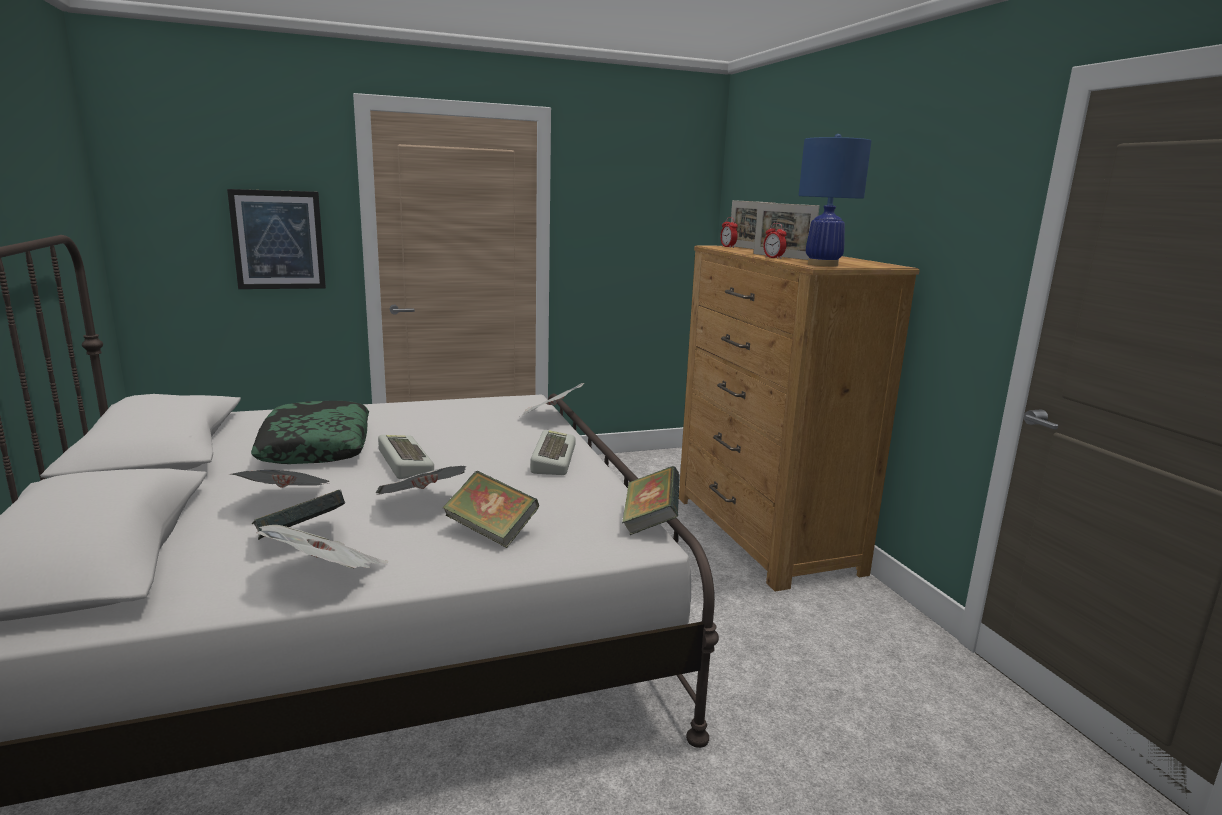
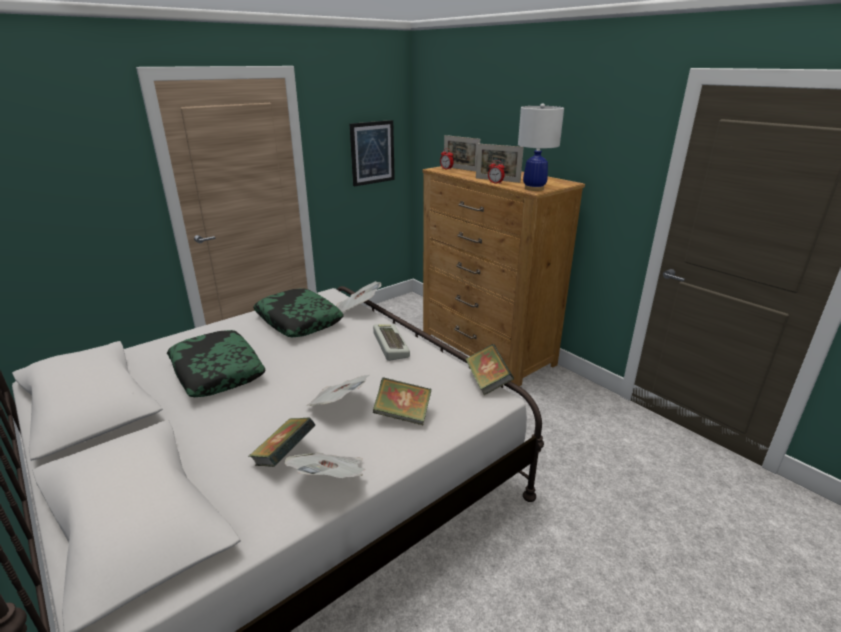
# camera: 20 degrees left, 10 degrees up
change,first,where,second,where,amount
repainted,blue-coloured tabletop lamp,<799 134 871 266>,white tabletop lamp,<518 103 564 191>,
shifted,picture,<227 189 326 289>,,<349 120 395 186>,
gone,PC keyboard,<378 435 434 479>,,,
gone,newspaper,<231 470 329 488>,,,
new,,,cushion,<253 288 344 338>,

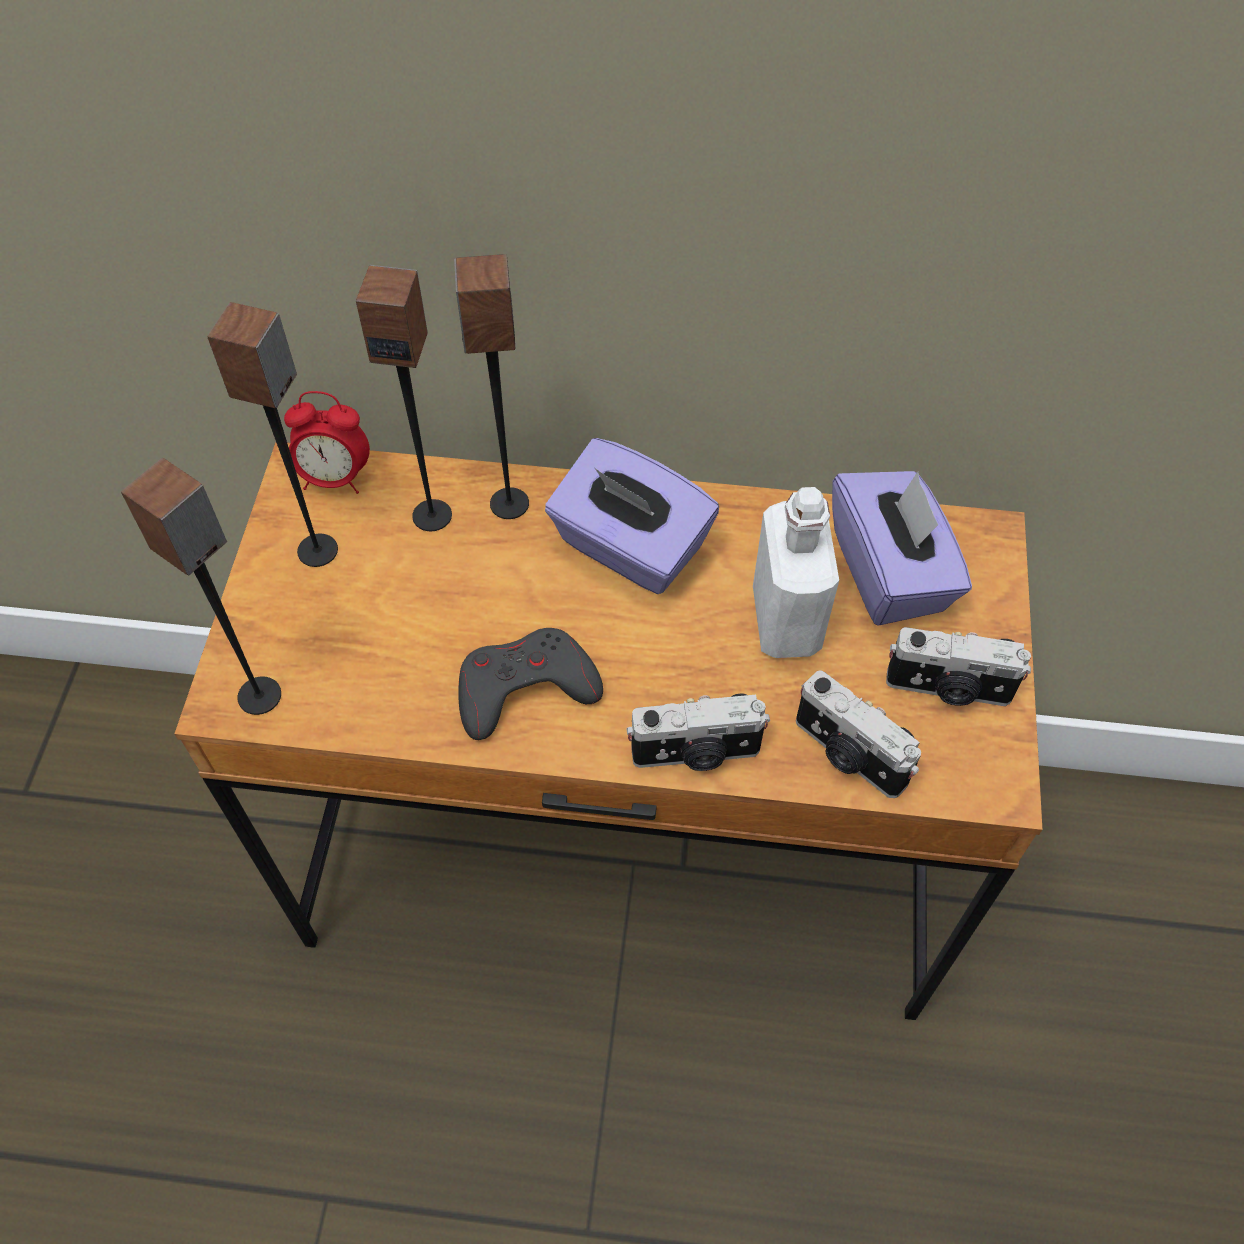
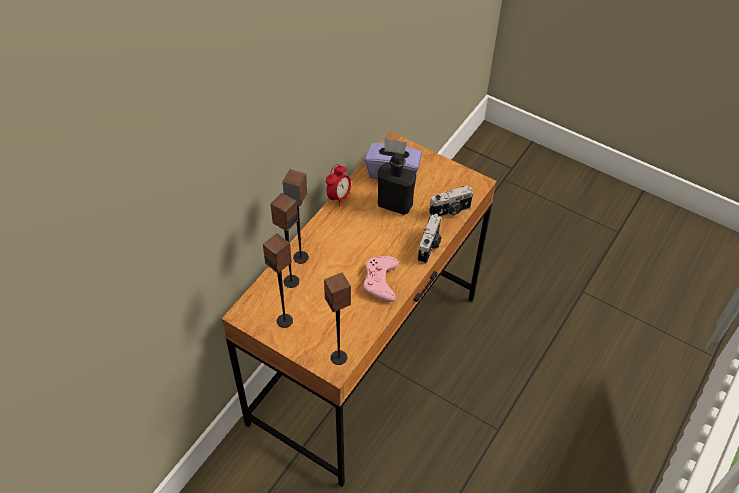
# camera: 65 degrees left, 5 degrees down
change,first,where,second,where,amount
shifted,bedside clock,<284 391 370 494>,,<326 164 351 206>,
gone,purple-coloured tissue holder,<545 438 719 594>,,,
repainted,white bottle,<753 487 839 658>,blackish bottle,<378 153 416 215>,
gone,still camera,<886 627 1031 706>,,,
repainted,greyish joypad,<458 628 603 740>,pink-coloured joypad,<363 256 399 302>,

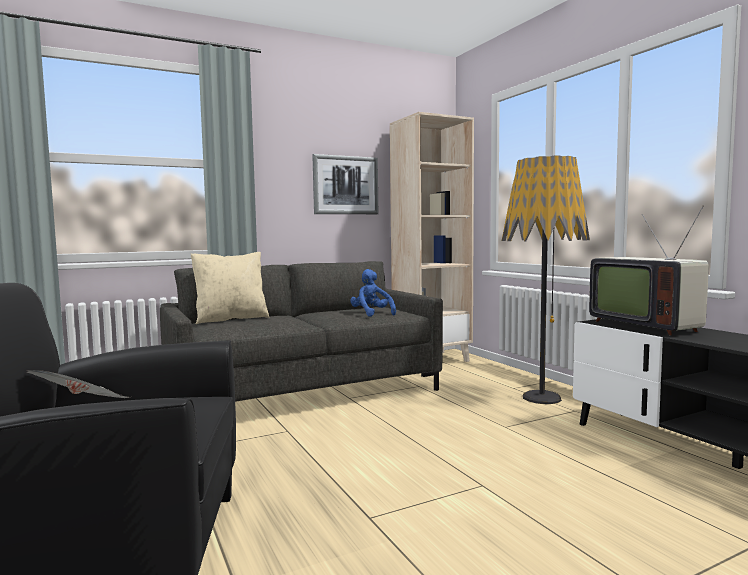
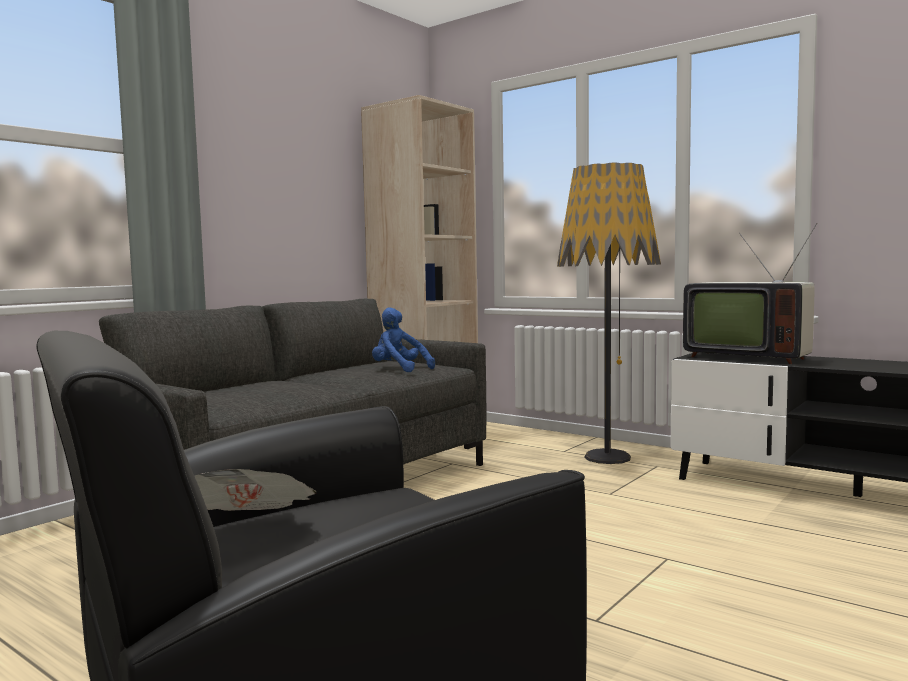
# camera: 25 degrees left, 0 degrees up
change,first,where,second,where,amount
gone,picture,<312 154 378 214>,,,
gone,beige cushion,<191 252 270 324>,,,

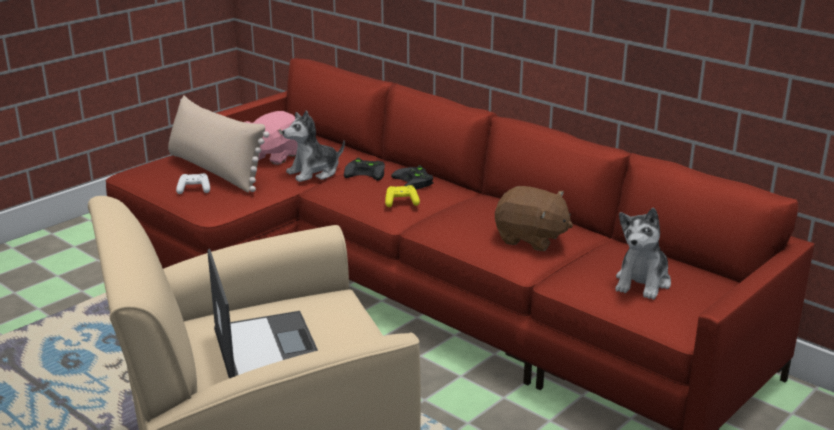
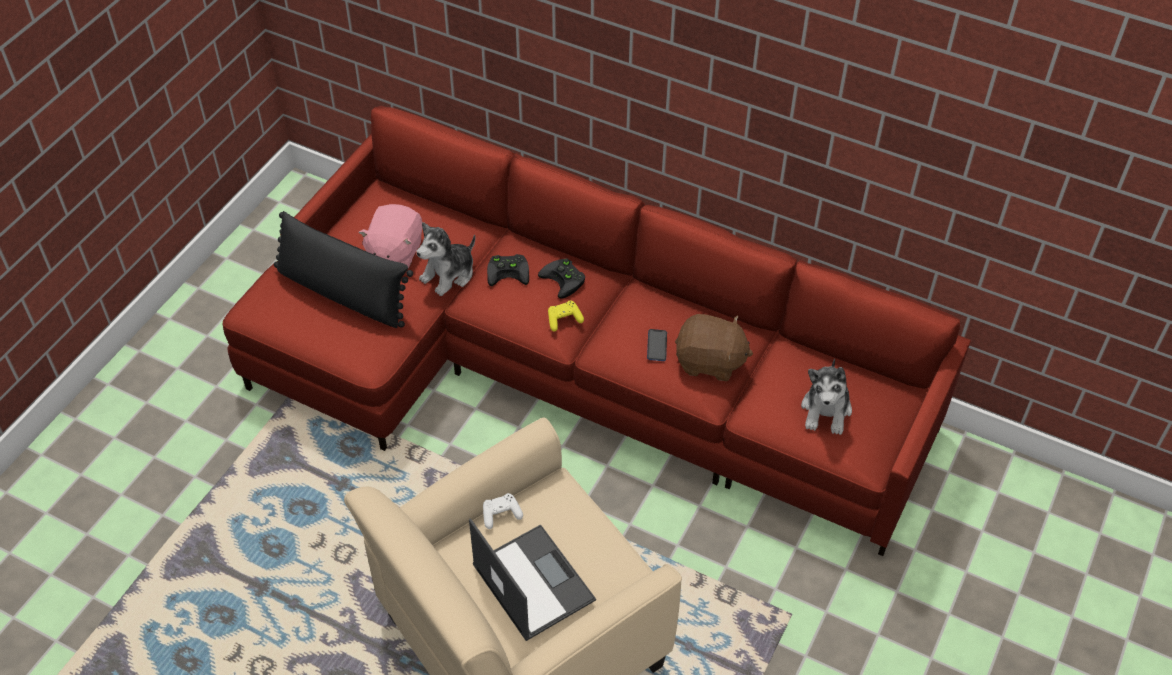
# camera: 15 degrees left, 25 degrees up
change,first,where,second,where,amount
repainted,beige cushion,<168 95 269 193>,blackish cushion,<274 211 413 328>,
shifted,white joypad,<176 173 210 194>,,<483 493 523 529>,
new,,,handset,<647 329 667 361>,

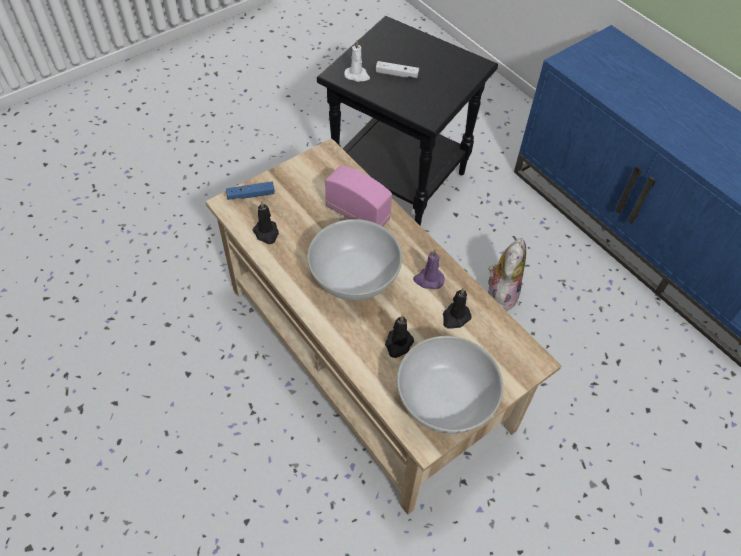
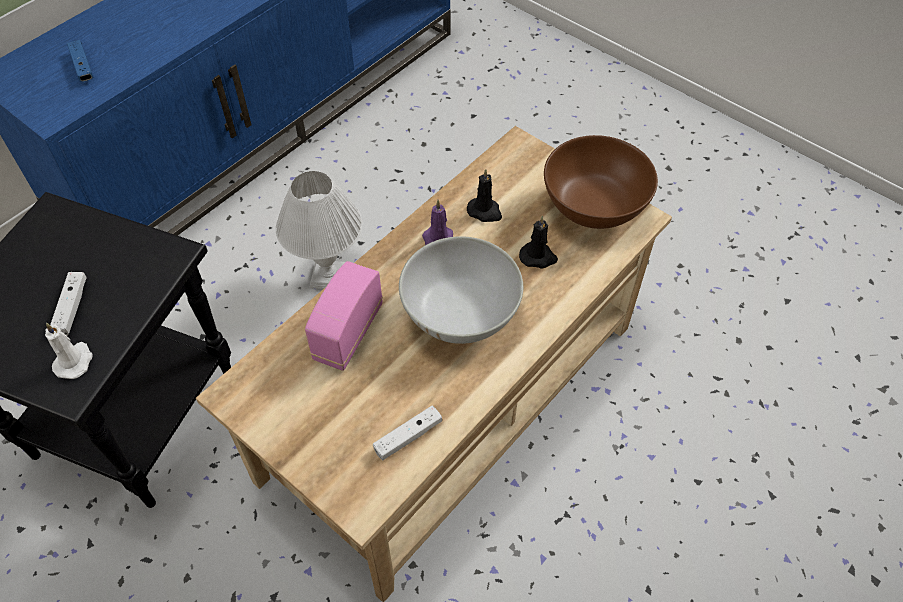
# camera: 100 degrees left, 0 degrees up
change,first,where,second,where,amount
shifted,blue-coloured joypad,<226 181 274 200>,,<67 40 93 82>,
swapped,blackish wax candle,<253 201 279 244>,white joypad,<373 405 442 460>,
swapped,plush toy,<488 238 526 311>,white tabletop lamp,<276 171 362 289>,
repainted,white bowl,<397 336 503 434>,brown-coloured bowl,<544 135 658 229>,

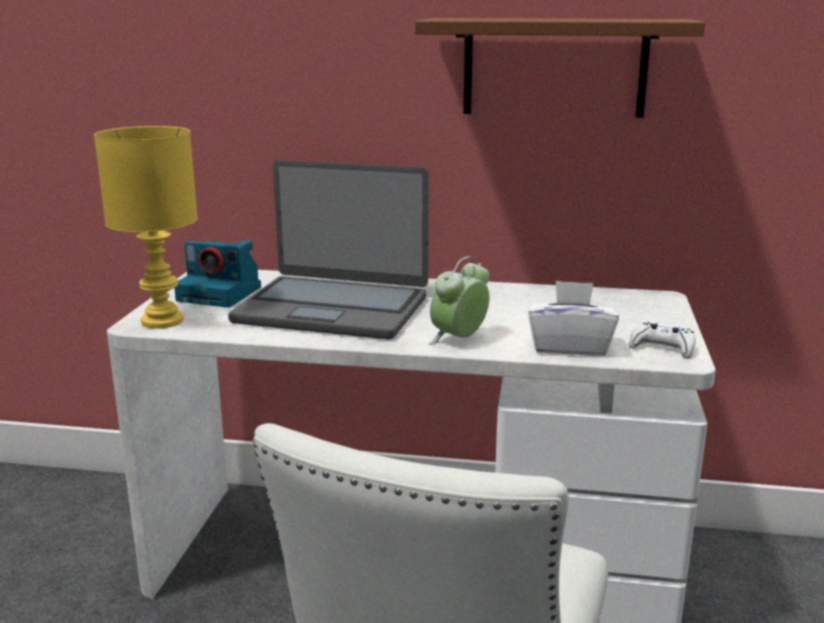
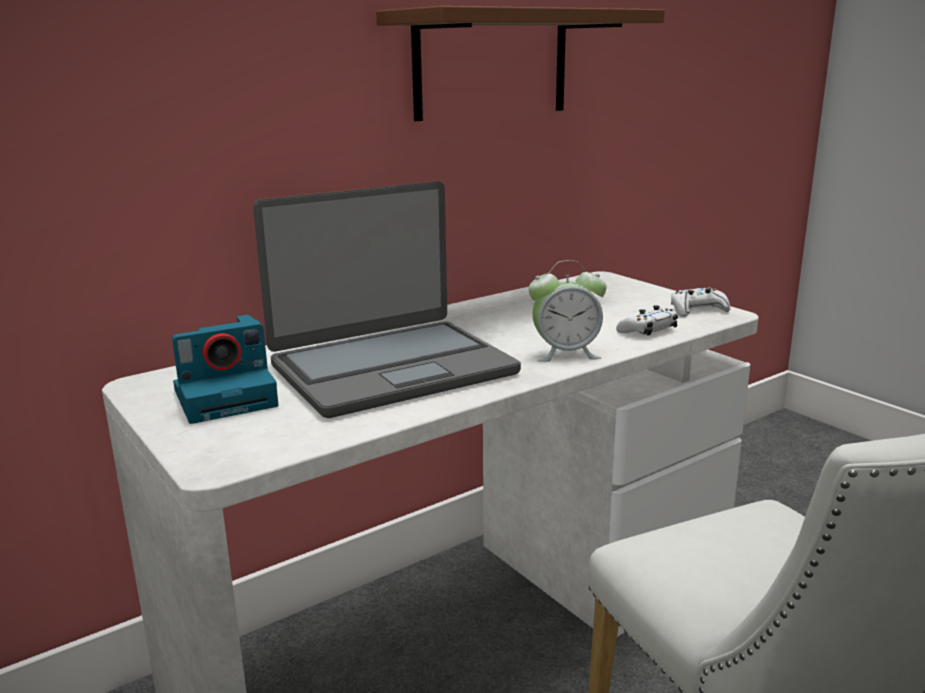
# camera: 45 degrees left, 0 degrees up
change,first,where,second,where,amount
gone,yellow tabletop lamp,<94 126 198 329>,,,
rotated,bedside clock,<429 256 489 345>,,<529 260 607 362>,90 degrees counterclockwise
swapped,white tissue holder,<528 280 619 356>,white joypad,<616 305 678 336>,

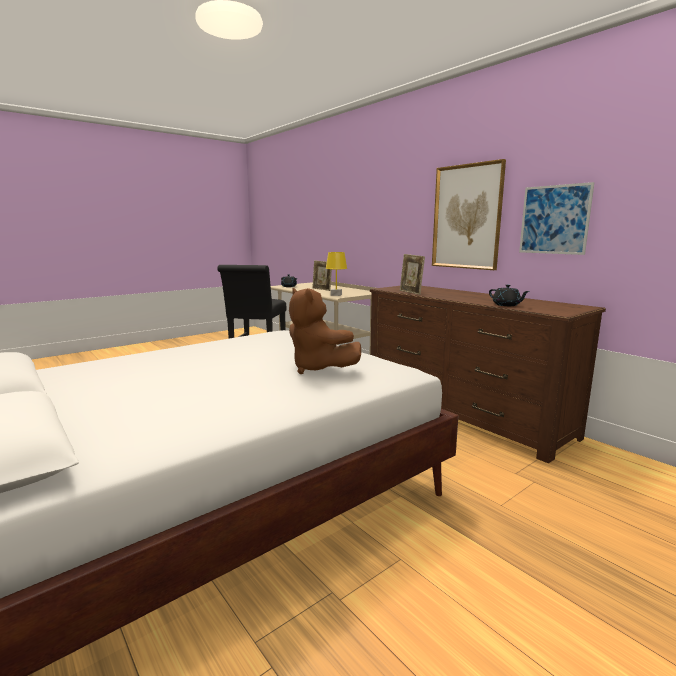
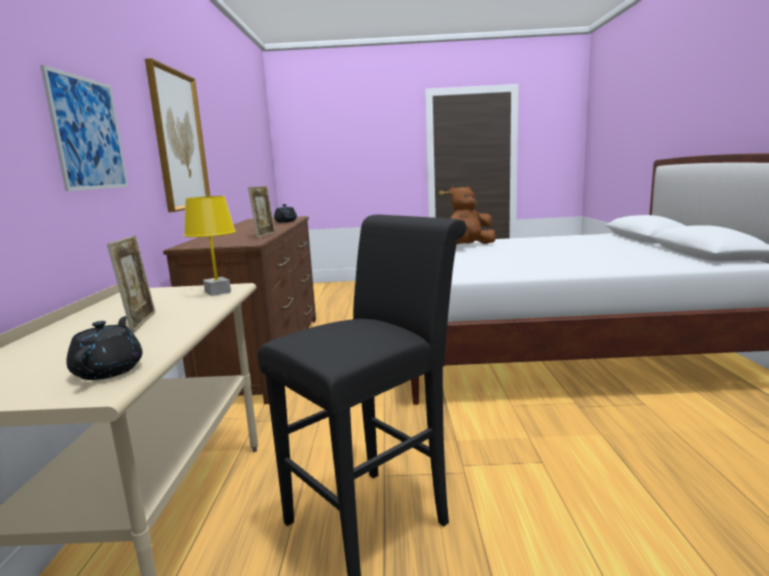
# camera: 140 degrees left, 0 degrees up
change,first,where,second,where,amount
shifted,picture,<519 182 595 255>,,<40 65 128 191>,
rotated,brown-coloured plush toy,<289 288 361 374>,,<449 187 496 244>,120 degrees counterclockwise

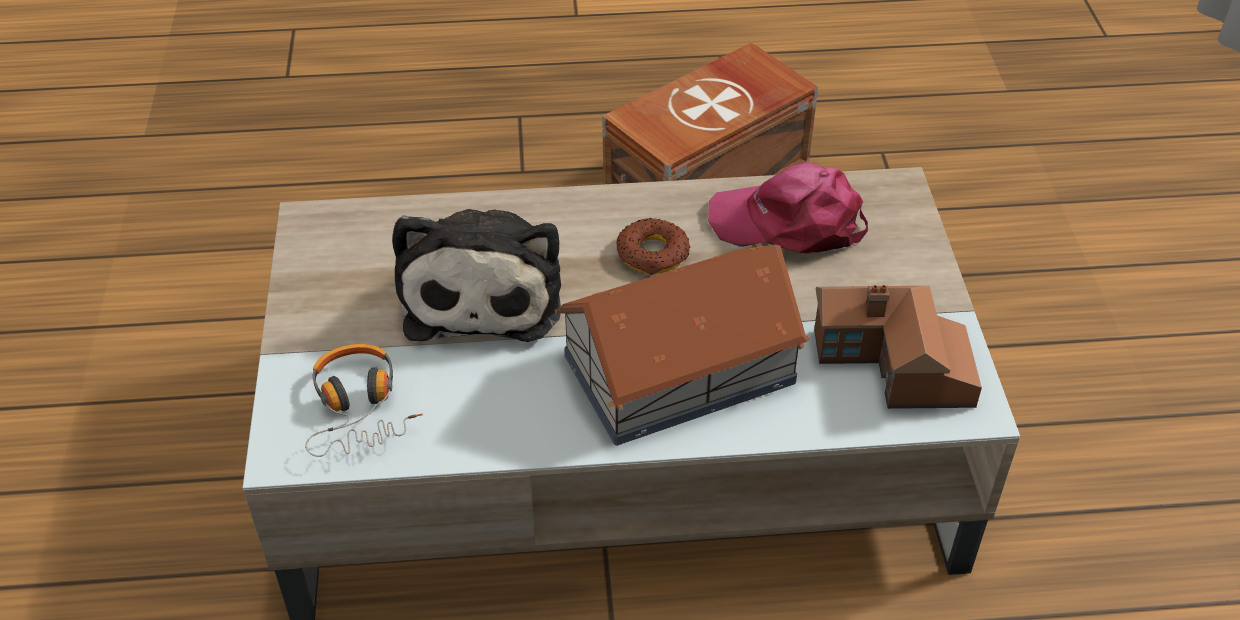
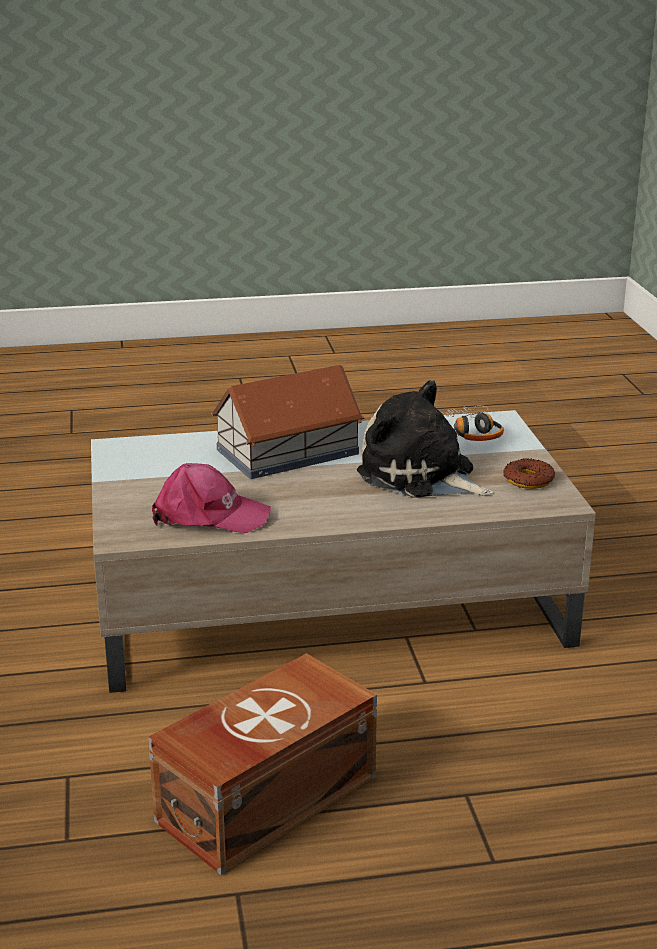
# camera: 175 degrees right, 20 degrees down
change,first,where,second,where,amount
rotated,plush toy,<392 209 561 342>,,<357 380 493 498>,45 degrees counterclockwise
shifted,donut,<616 218 690 275>,,<503 458 555 489>,
gone,toy house,<814 285 982 409>,,,

